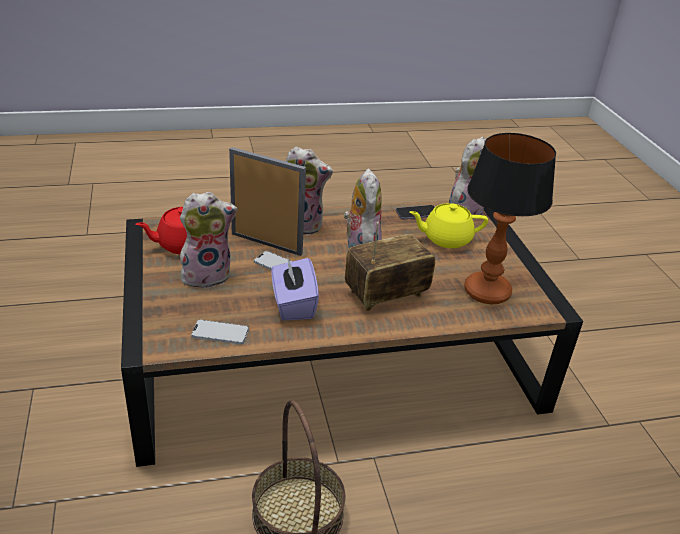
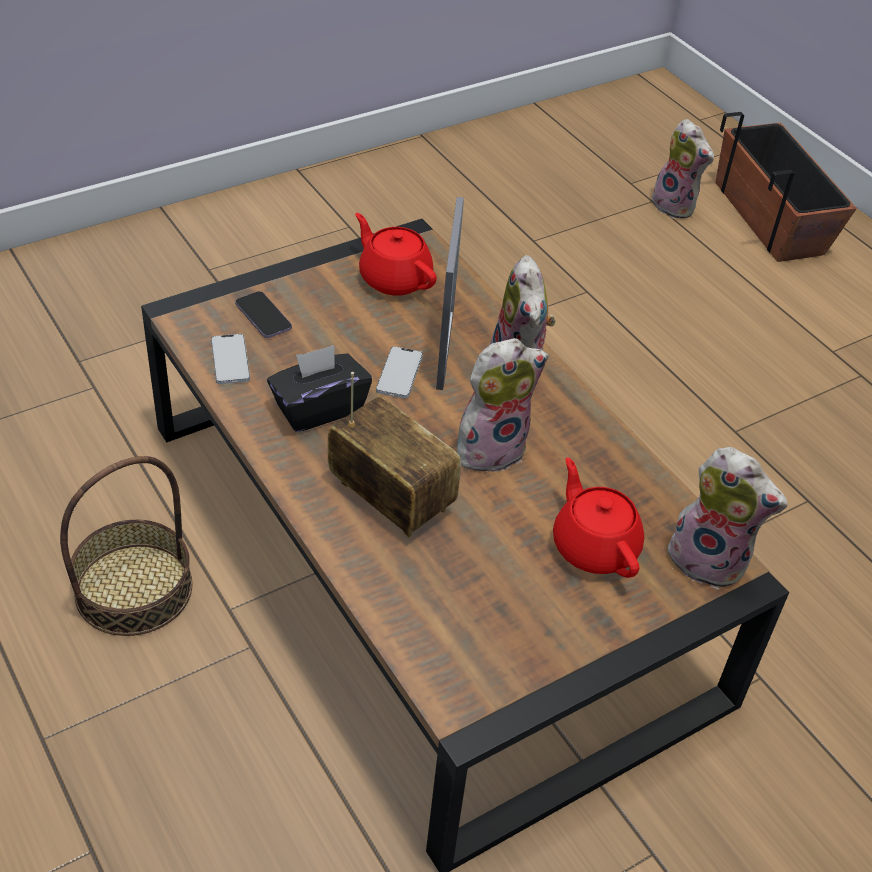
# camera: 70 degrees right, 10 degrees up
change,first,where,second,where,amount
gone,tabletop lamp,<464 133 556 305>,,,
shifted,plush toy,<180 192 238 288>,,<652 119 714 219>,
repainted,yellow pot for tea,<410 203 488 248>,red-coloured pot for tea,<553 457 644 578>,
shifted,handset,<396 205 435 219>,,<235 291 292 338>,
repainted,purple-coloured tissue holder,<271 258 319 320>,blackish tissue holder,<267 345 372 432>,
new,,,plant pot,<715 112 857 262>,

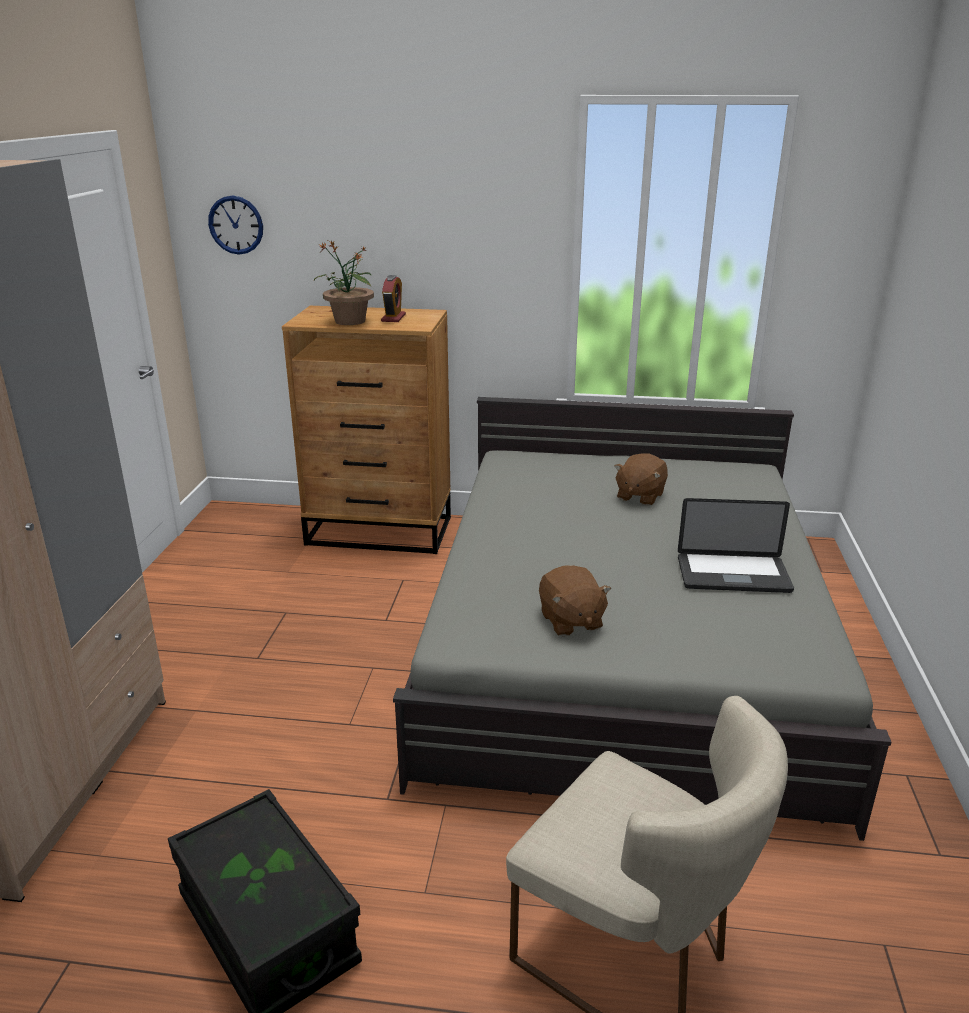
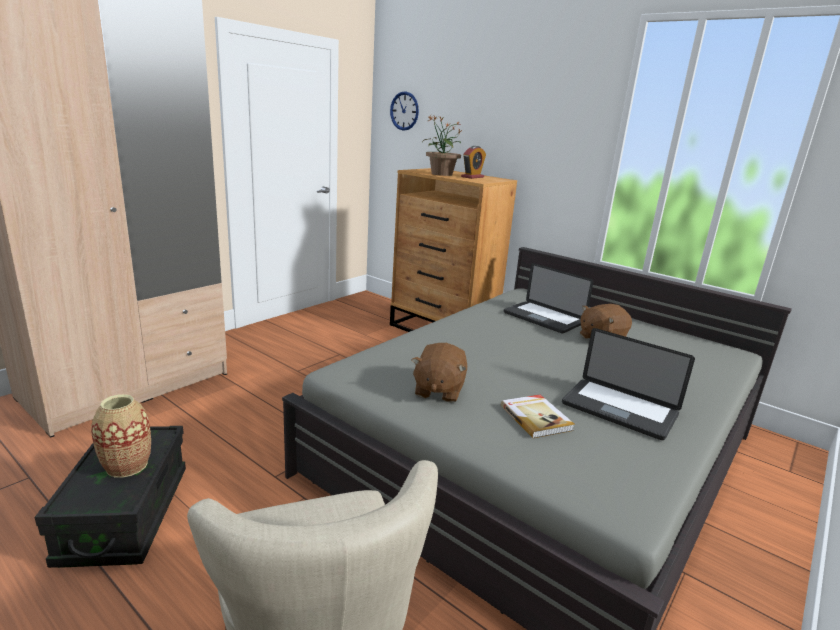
# camera: 30 degrees right, 5 degrees down
change,first,where,second,where,amount
new,,,portable computer,<504 263 594 334>,
new,,,decorative vase,<91 394 151 478>,
new,,,bound book,<501 395 575 438>,

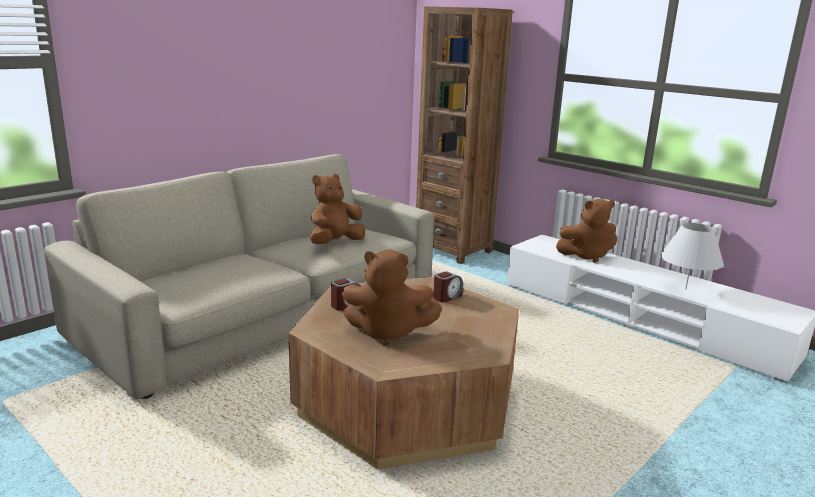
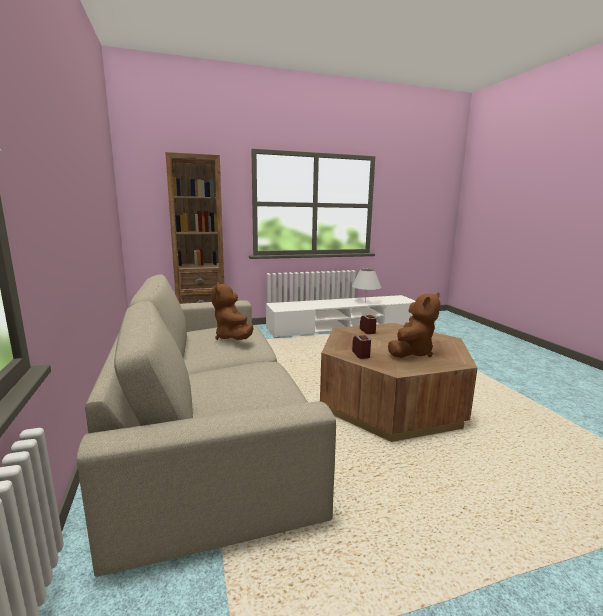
# camera: 60 degrees left, 5 degrees down
change,first,where,second,where,amount
gone,brown-coloured plush toy,<556 199 617 263>,,,

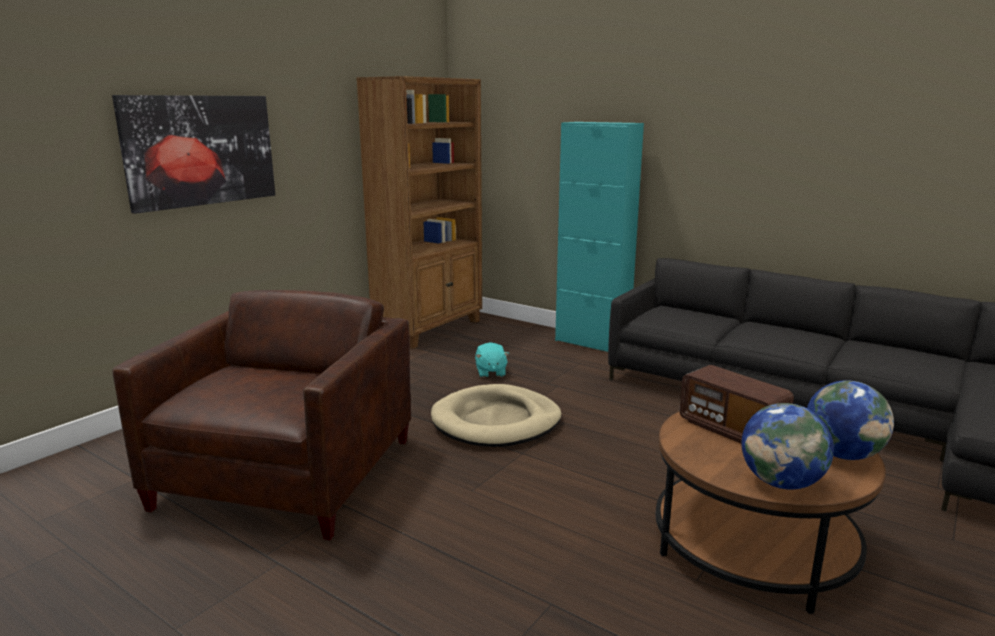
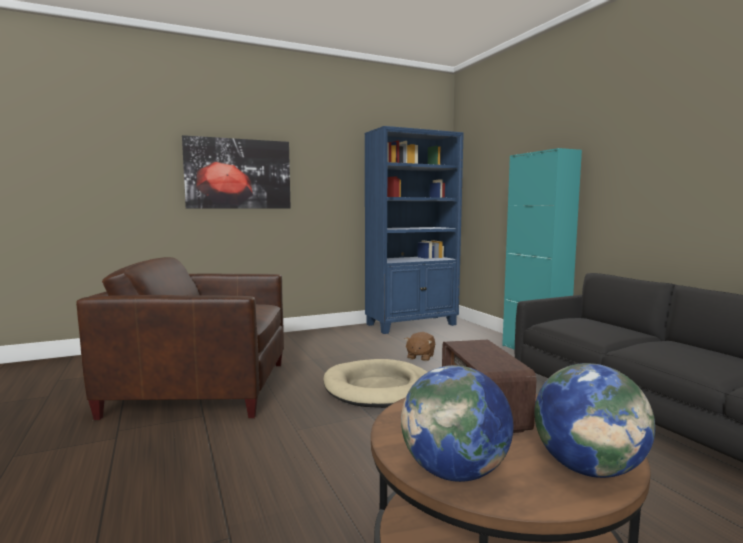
# camera: 30 degrees right, 10 degrees down
change,first,where,second,where,amount
repainted,brown-coloured shelving unit,<356 76 482 349>,blue-coloured shelving unit,<365 126 464 334>,
rotated,brown-coloured armchair,<113 290 411 540>,,<76 257 284 420>,135 degrees counterclockwise
repainted,turquoise plush toy,<475 342 509 378>,brown-coloured plush toy,<405 332 435 361>,

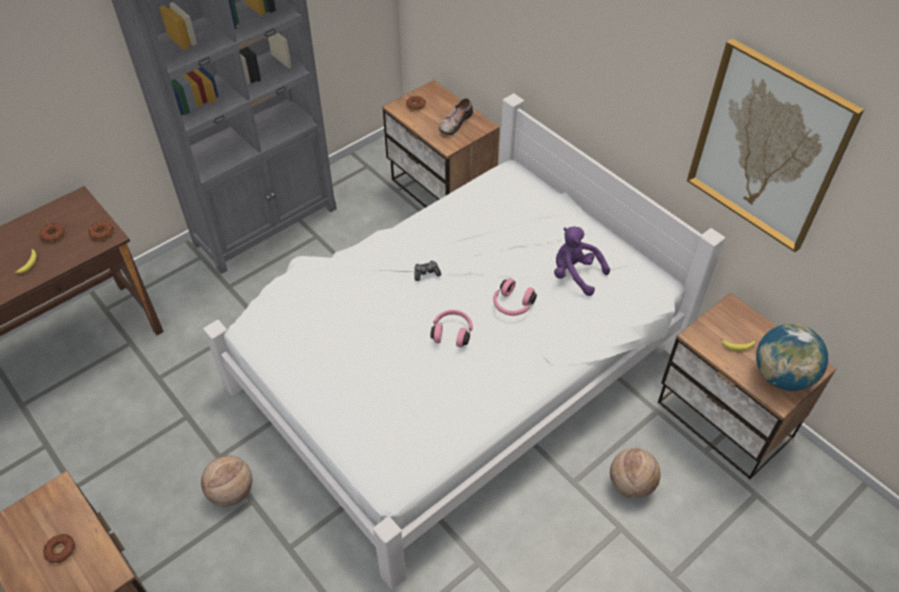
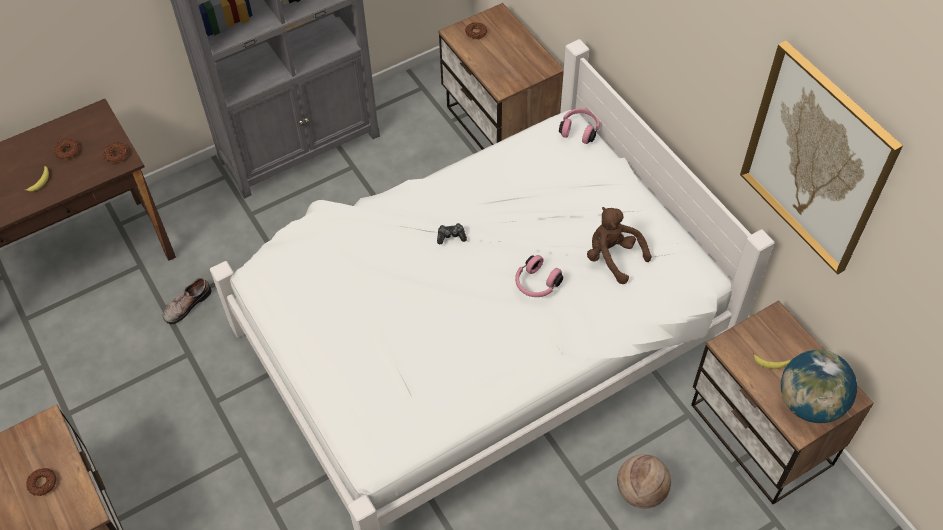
# camera: 10 degrees right, 5 degrees up
change,first,where,second,where,amount
shifted,low shoe,<439 98 473 135>,,<163 278 212 324>,
repainted,purple-coloured plush toy,<554 227 610 296>,brown-coloured plush toy,<587 207 651 284>,
shifted,pink-coloured pair of headphones,<430 310 473 348>,,<559 108 600 144>,
gone,basketball ball,<201 455 252 506>,,,

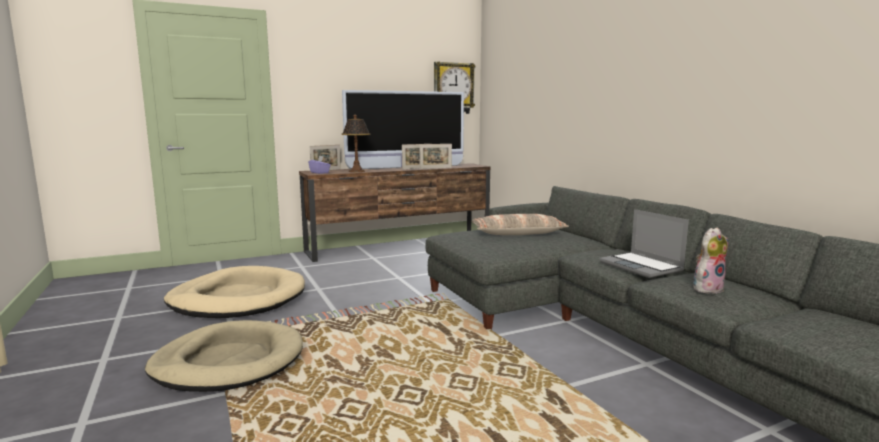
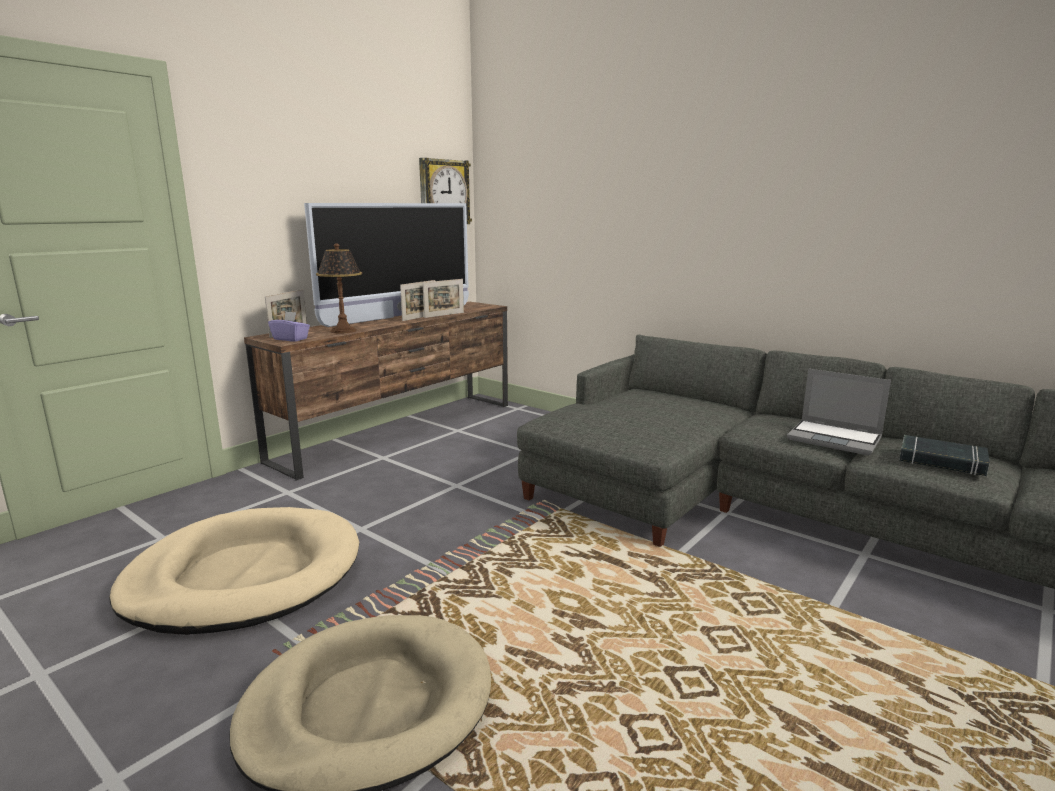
# camera: 25 degrees left, 5 degrees up
change,first,where,second,where,amount
gone,cushion,<471 214 569 235>,,,
swapped,plush toy,<693 227 729 294>,blackish bound book,<899 435 990 476>,

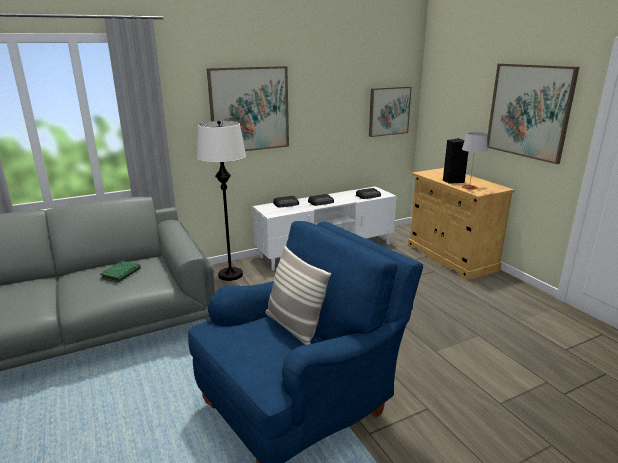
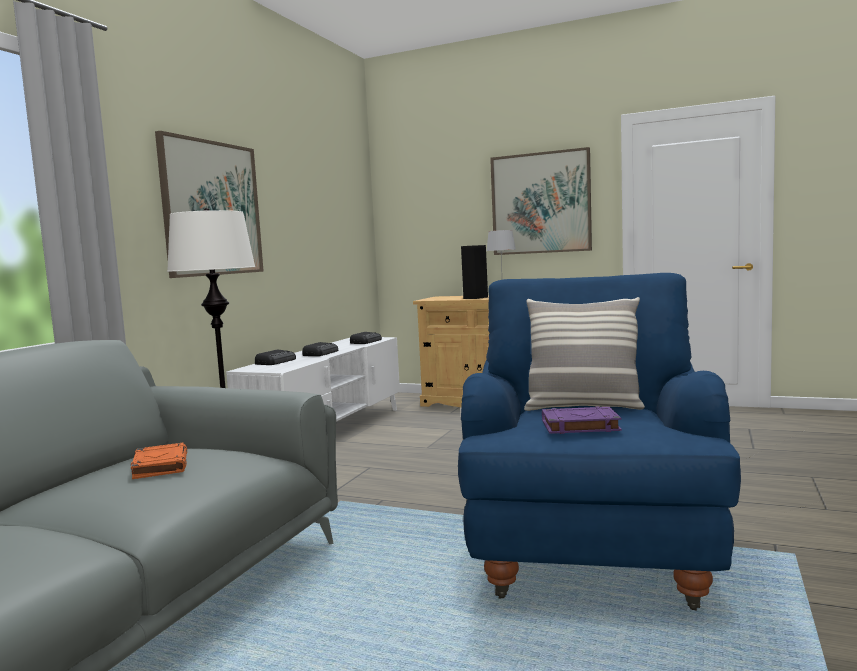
# camera: 40 degrees left, 15 degrees down
change,first,where,second,where,amount
gone,picture,<369 86 412 137>,,,
repainted,green bound book,<100 261 141 283>,orange bound book,<131 442 187 479>,
new,,,purple-coloured bound book,<542 406 622 434>,

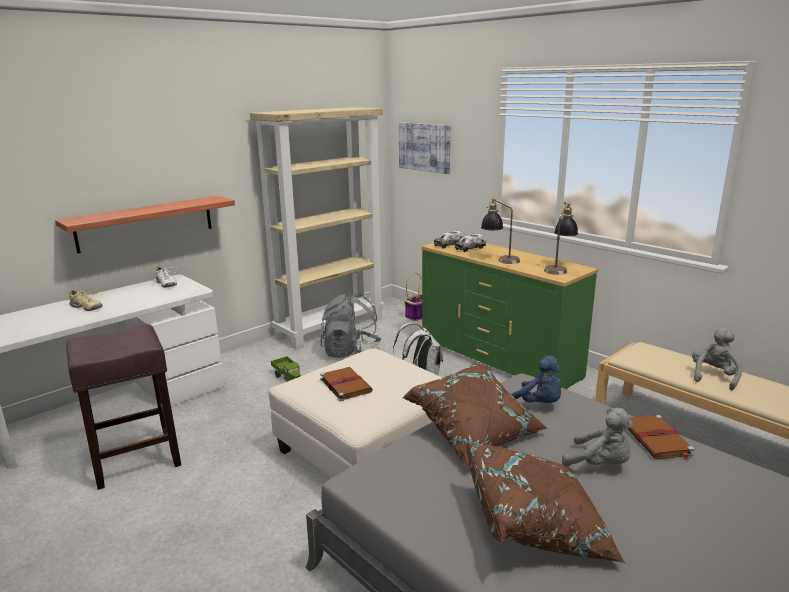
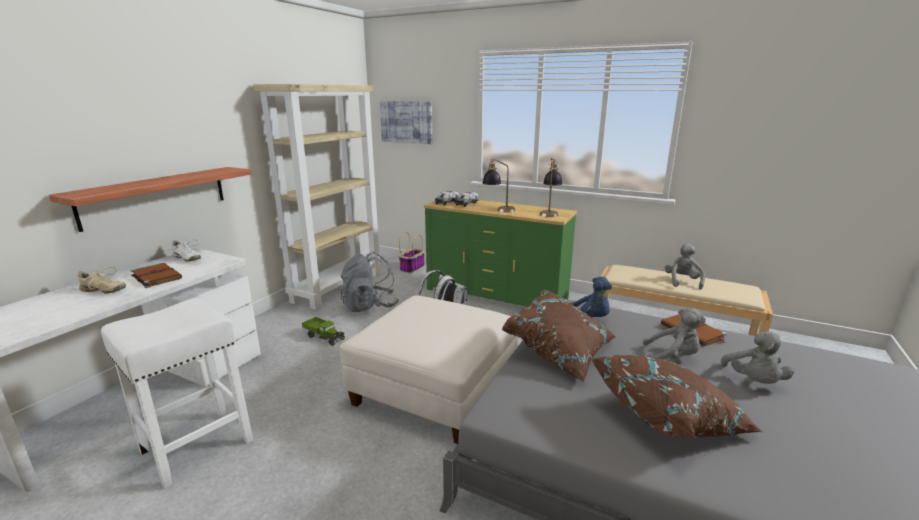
# camera: 20 degrees left, 0 degrees up
change,first,where,second,where,amount
repainted,brown-coloured stool seat,<66 324 181 490>,white stool seat,<101 298 253 489>,
shifted,brown-coloured bound book,<320 367 373 401>,,<130 263 182 288>,
new,,,greyish plush toy,<721 331 794 384>,

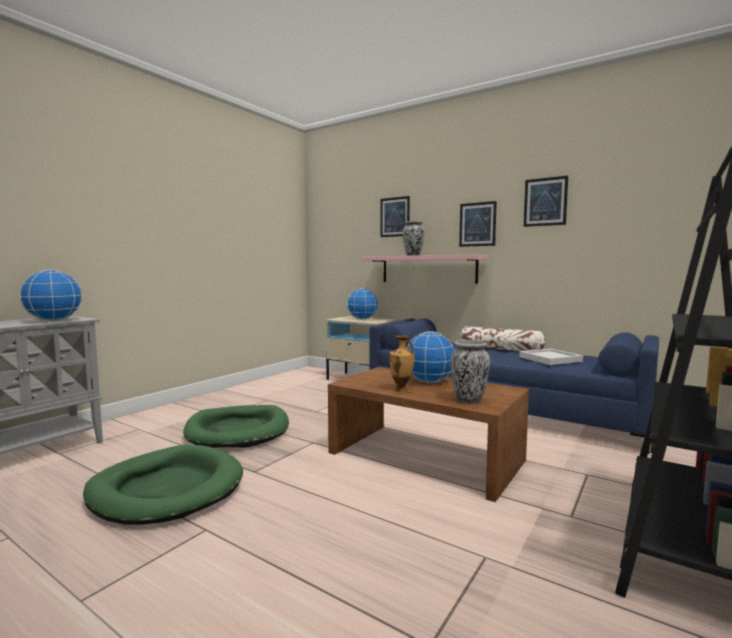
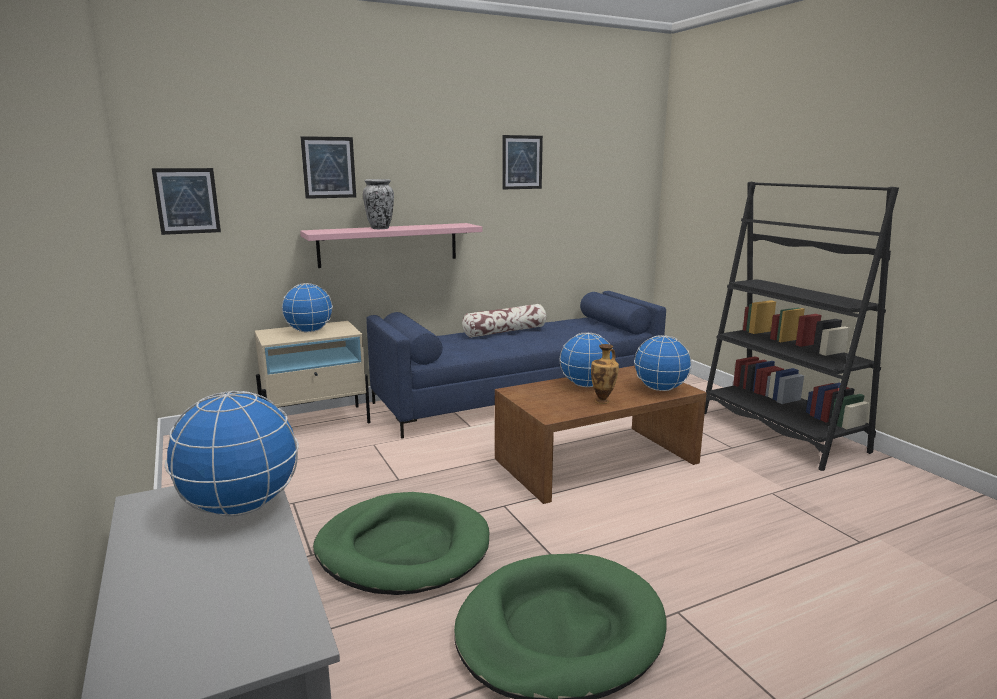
# camera: 60 degrees left, 10 degrees up
change,first,where,second,where,amount
shifted,picture,<459 201 497 247>,,<152 168 221 235>,
swapped,decorative vase,<451 340 490 403>,desk globe,<634 335 692 391>,
gone,white tray,<519 349 583 365>,,,

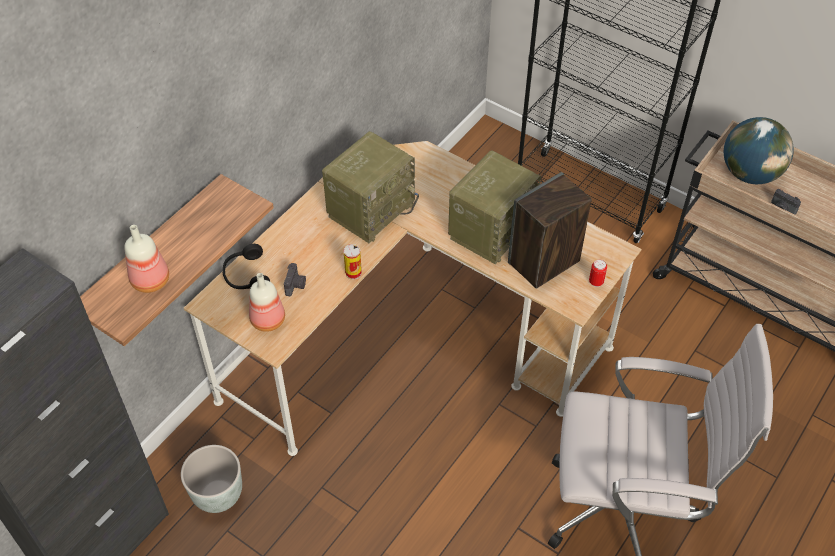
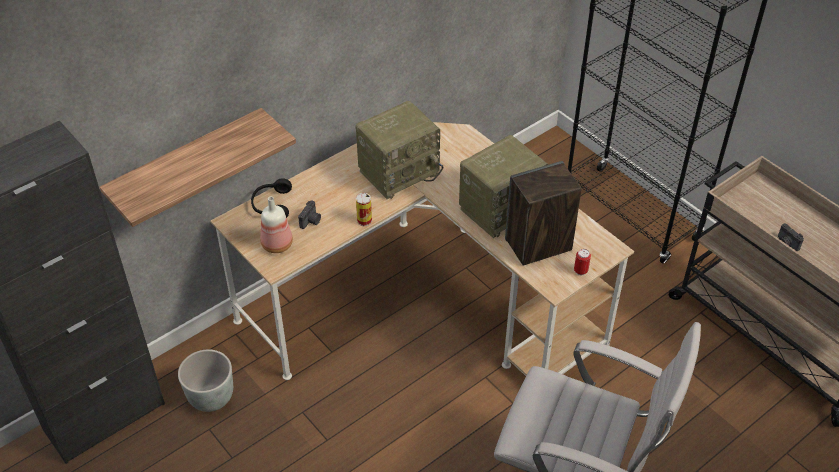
# camera: 15 degrees right, 5 degrees down
change,first,where,second,where,amount
gone,desk globe,<724 117 794 184>,,,
gone,bottle,<124 225 169 293>,,,

